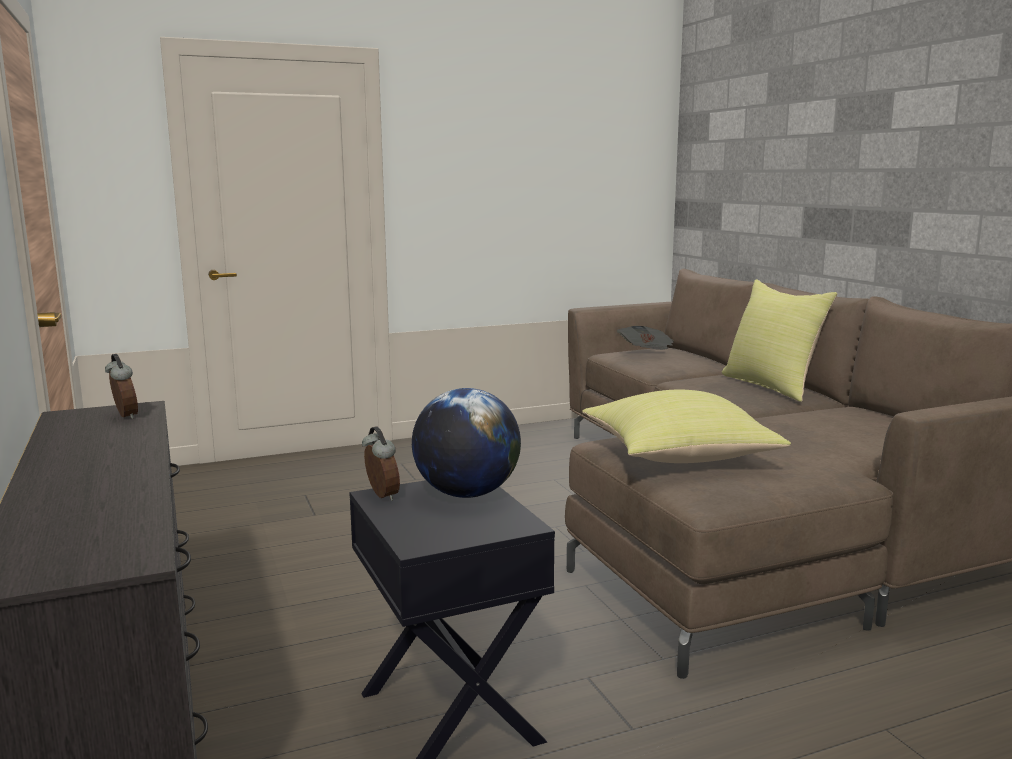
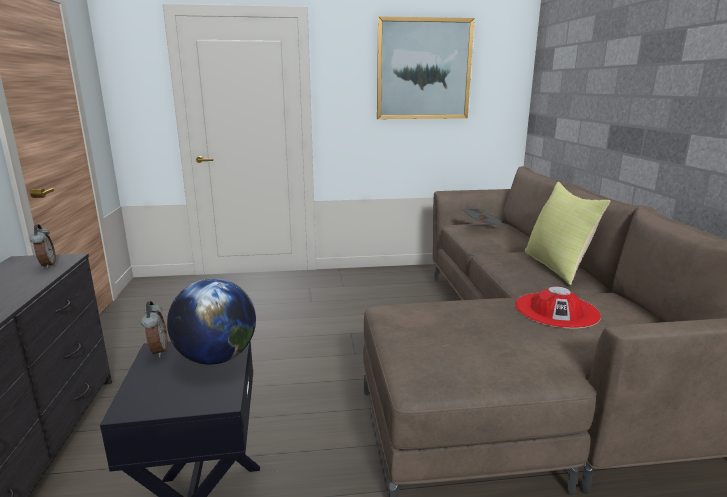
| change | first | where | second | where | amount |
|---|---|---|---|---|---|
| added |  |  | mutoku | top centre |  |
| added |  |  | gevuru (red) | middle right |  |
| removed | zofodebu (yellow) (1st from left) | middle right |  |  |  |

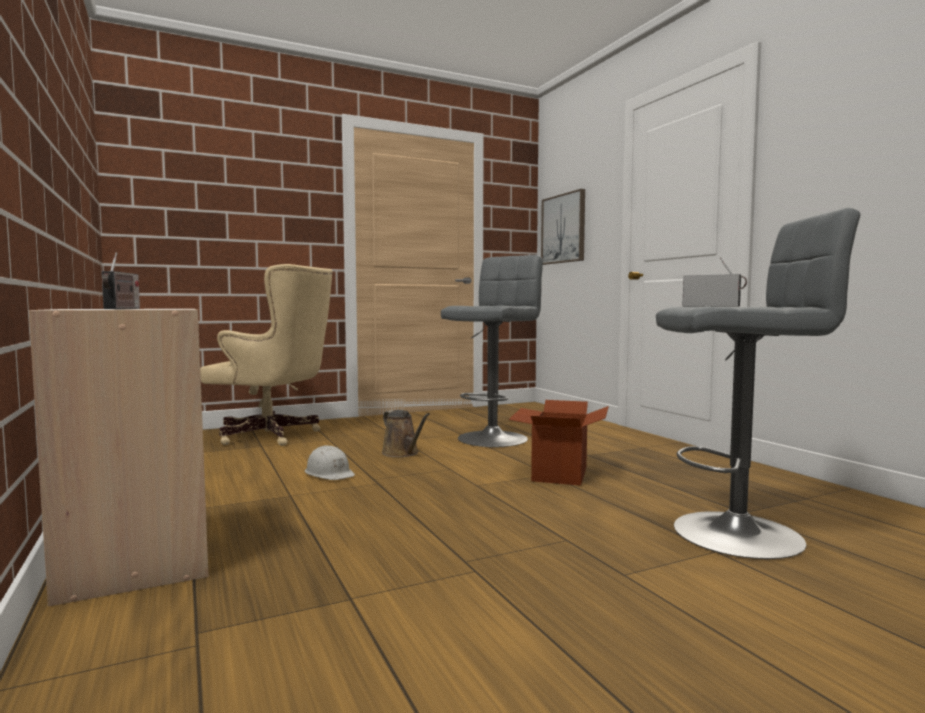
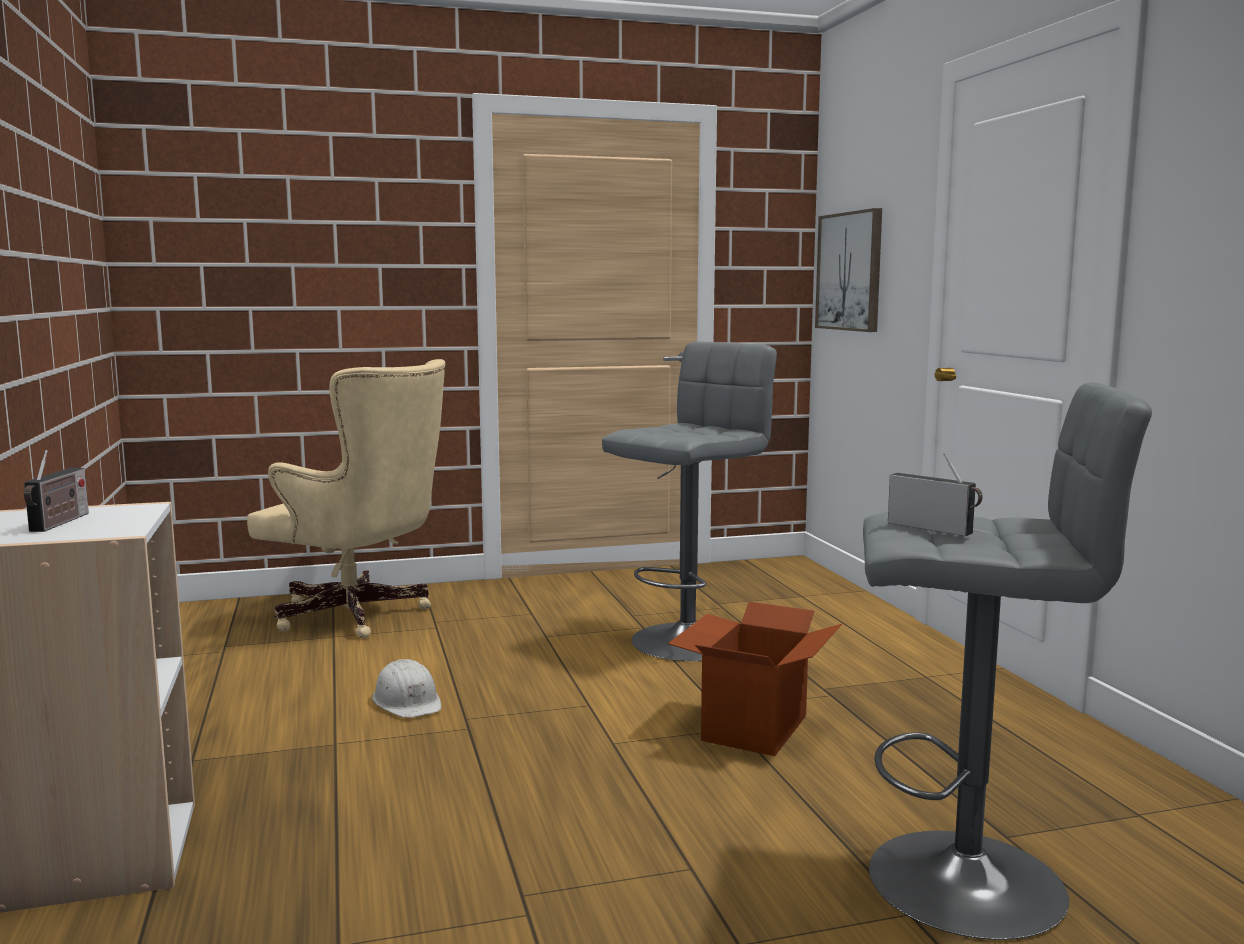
| change | first | where | second | where | amount |
|---|---|---|---|---|---|
| removed | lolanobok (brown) | centre |  |  |  |

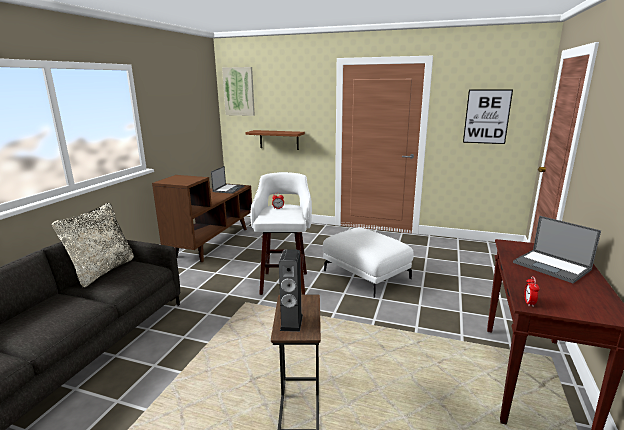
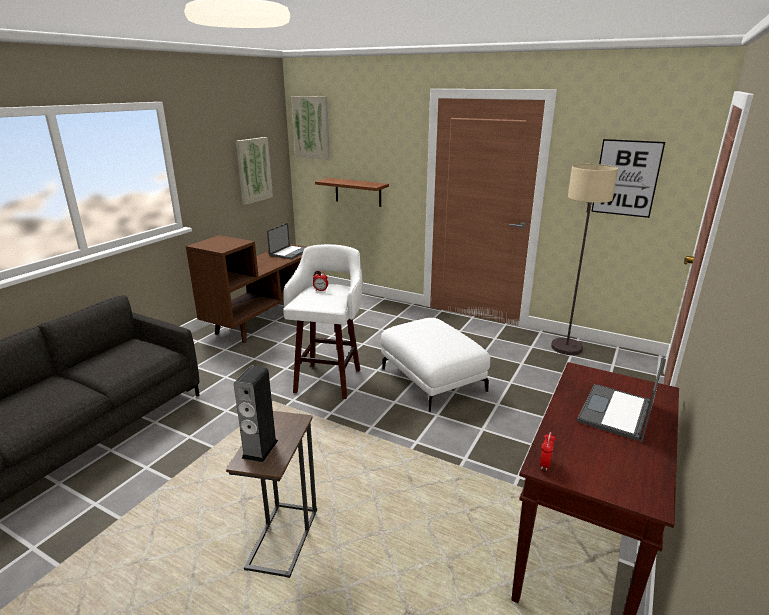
| change | first | where | second | where | amount |
|---|---|---|---|---|---|
| added |  |  | mutoku (1st from left) | top left |  |
| added |  |  | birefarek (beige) | middle right |  |
| turned | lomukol (2nd from left) | middle right |  | middle right | 60 degrees clockwise |
| removed | zofodebu (beige) | middle left |  |  |  |

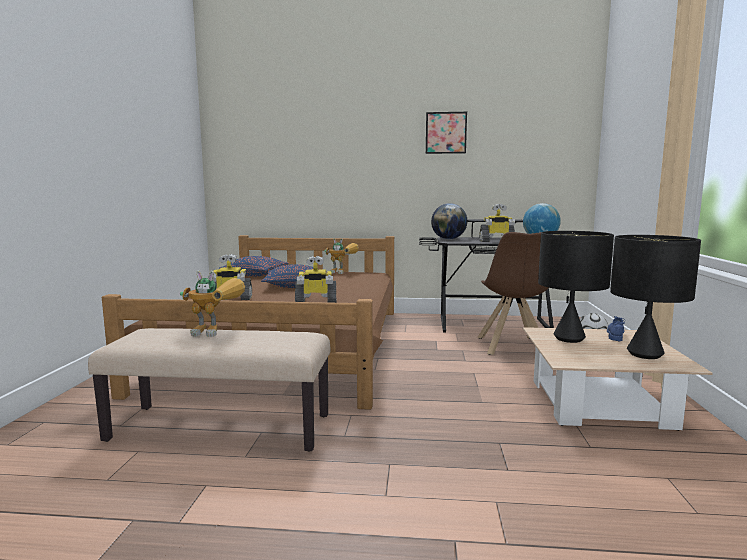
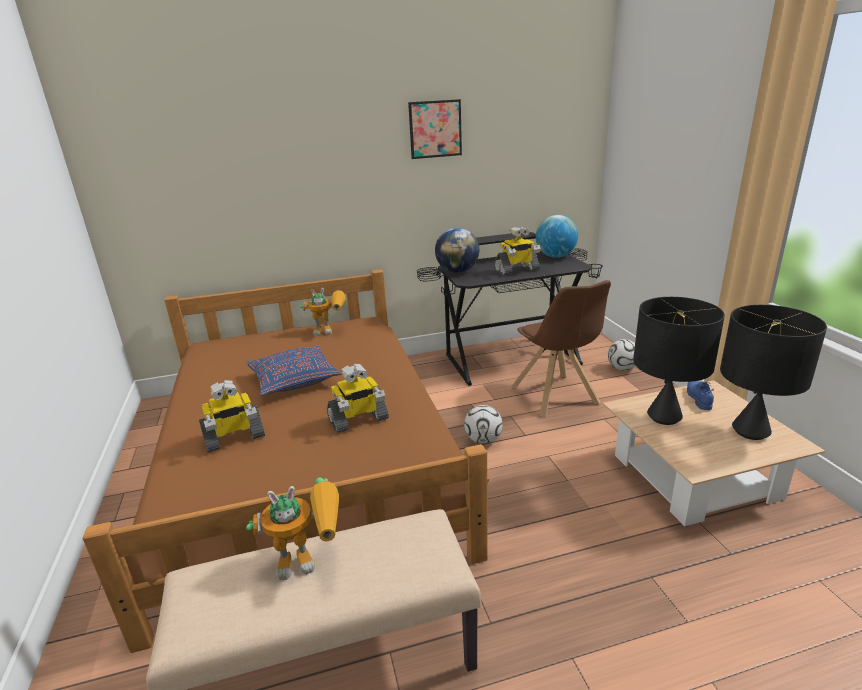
| change | first | where | second | where | amount |
|---|---|---|---|---|---|
| added |  |  | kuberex (1st from left) | centre |  |
| removed | zofodebu (blue) (1st from left) | centre |  |  |  |

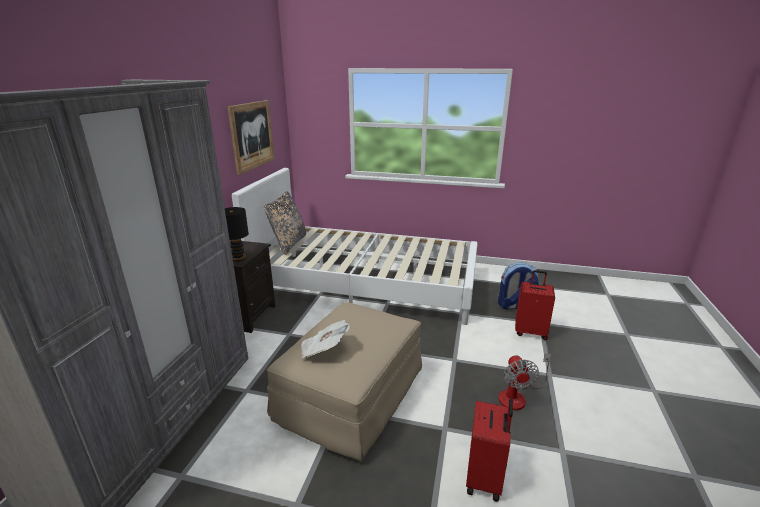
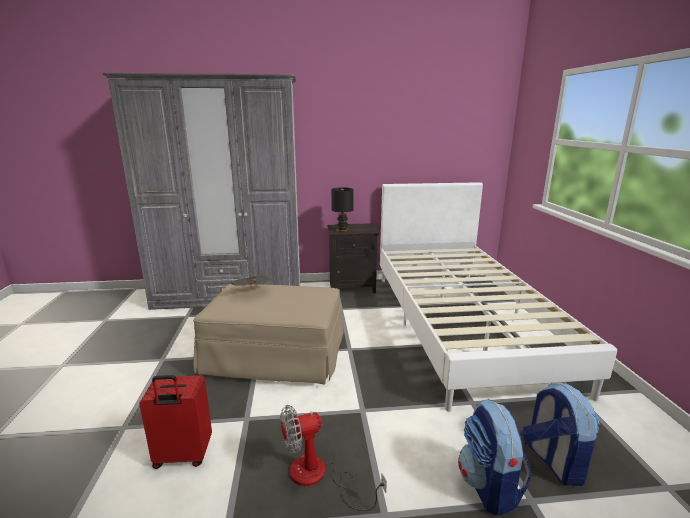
| change | first | where | second | where | amount |
|---|---|---|---|---|---|
| replaced | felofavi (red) (2nd from left) | middle right | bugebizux (1st from left) | bottom right |  |
| removed | mutoku | top left |  |  |  |
| removed | zofodebu (grey) | centre |  |  |  |

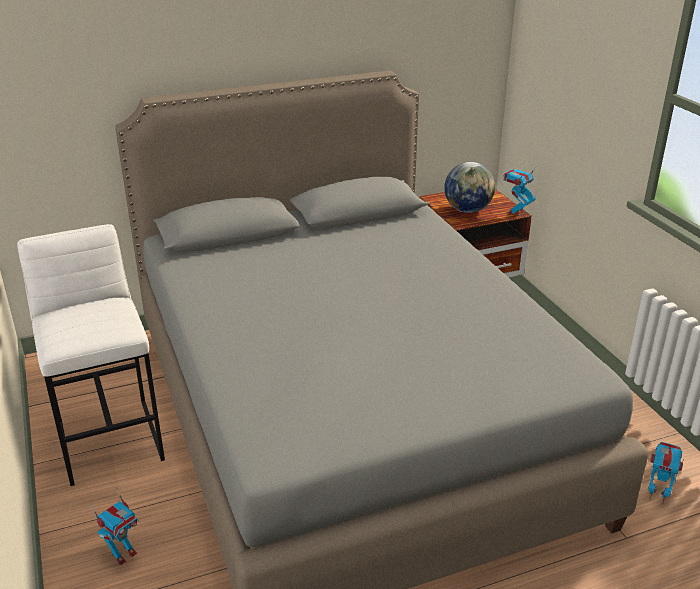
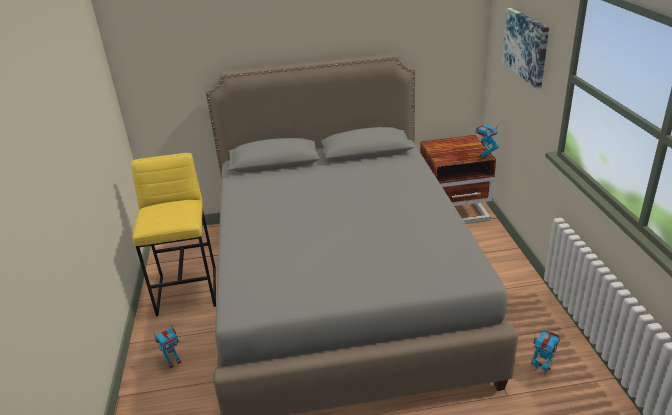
| change | first | where | second | where | amount |
|---|---|---|---|---|---|
| recoloured | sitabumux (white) | middle left | sitabumux (yellow) | middle left |  |
| added |  |  | mutoku | top right |  |
| removed | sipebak | top right |  |  |  |

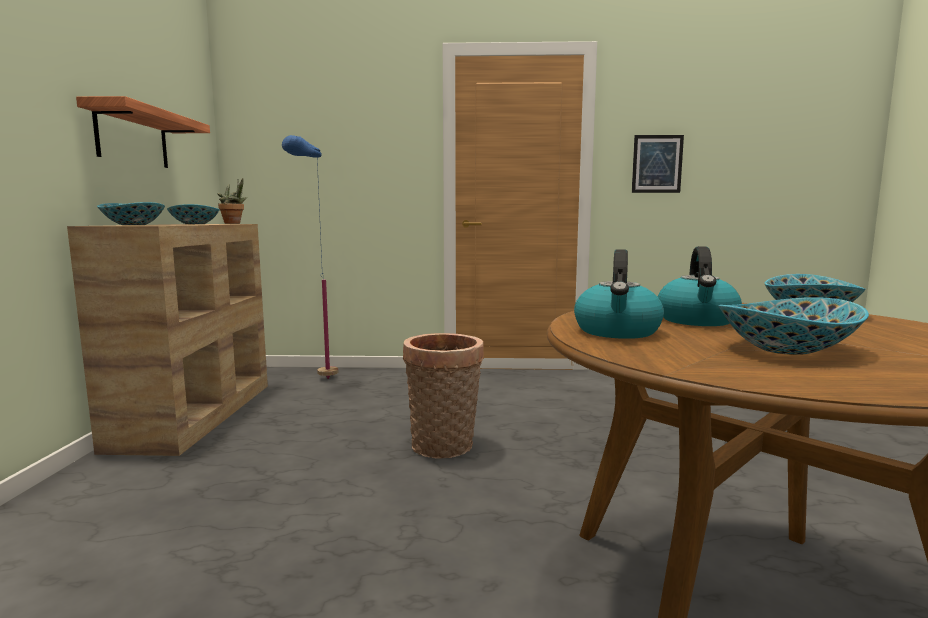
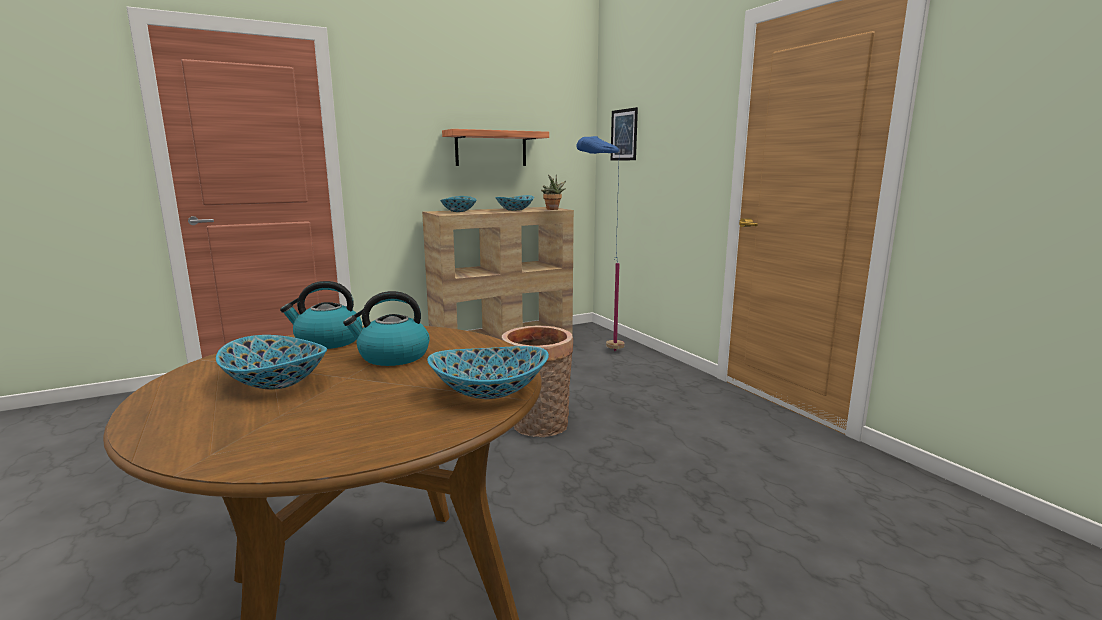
| change | first | where | second | where | amount |
|---|---|---|---|---|---|
| moved | mutoku | top right |  | top centre |  |

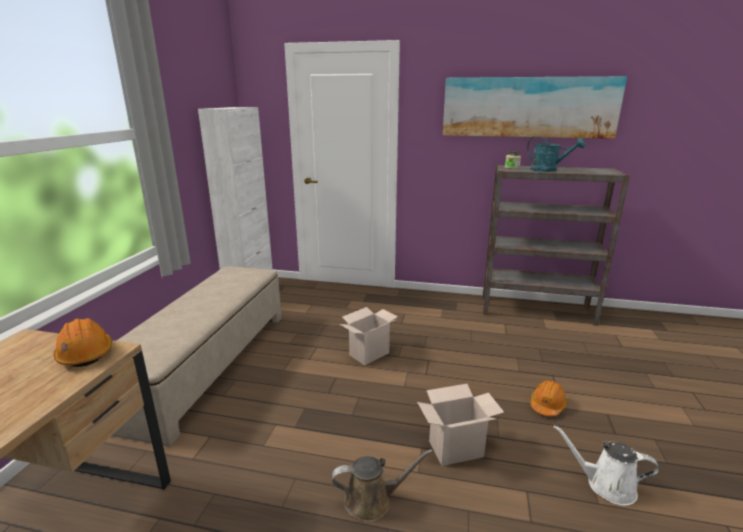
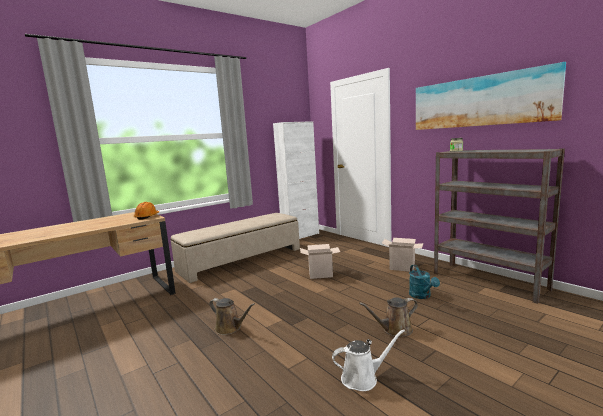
| change | first | where | second | where | amount |
|---|---|---|---|---|---|
| turned | lolanobok (white) | bottom right |  | bottom centre | 105 degrees clockwise |
| replaced | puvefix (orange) (2nd from left) | bottom right | lolanobok (brown) (2nd from left) | bottom centre |  |
| moved | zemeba (2nd from left) | bottom centre |  | middle right |  |
| moved | lolanobok (turquoise) | top right |  | bottom right |  |

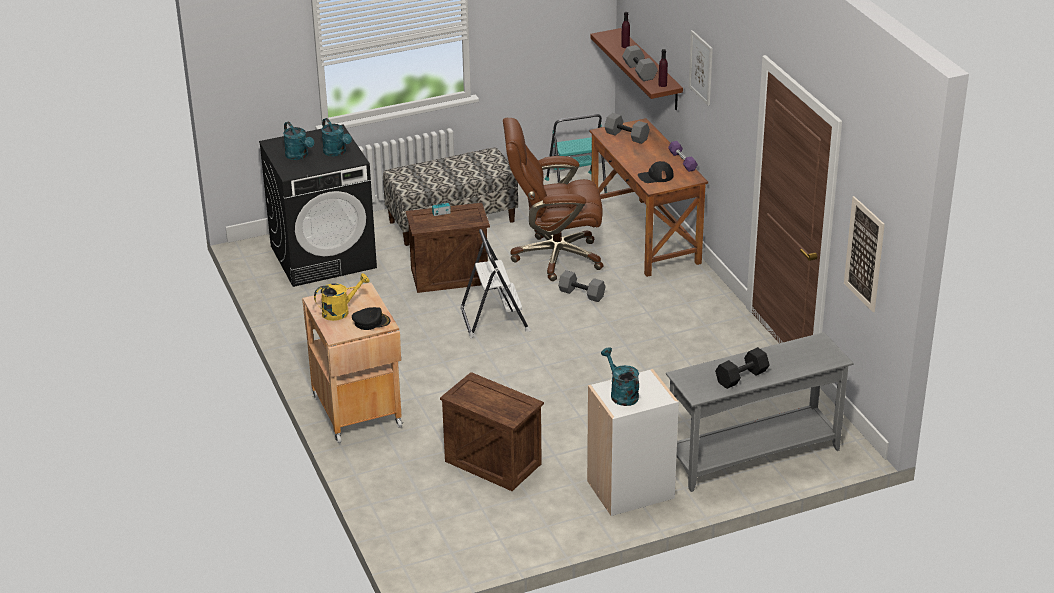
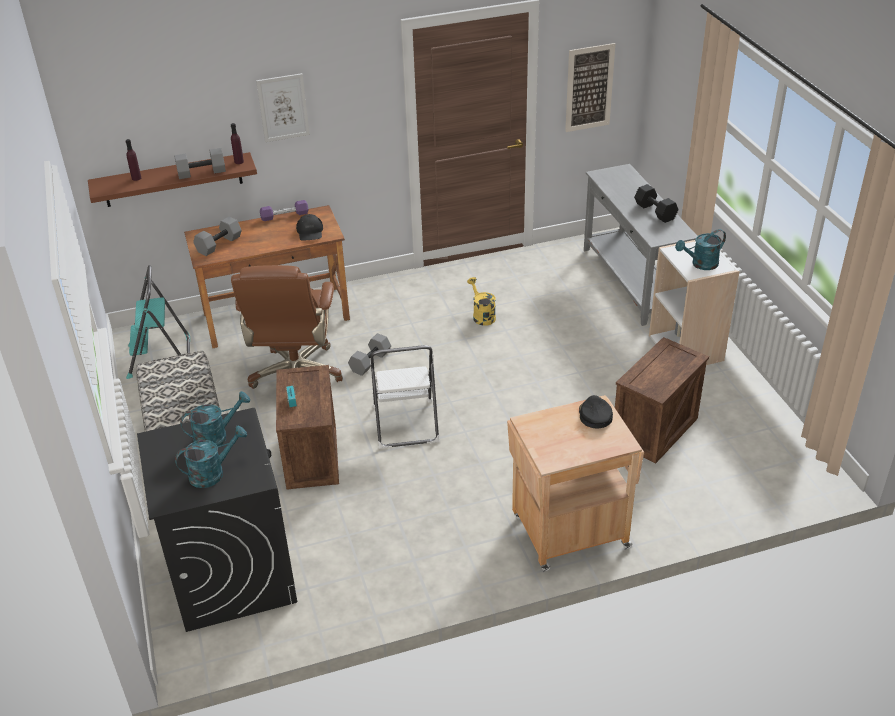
| change | first | where | second | where | amount |
|---|---|---|---|---|---|
| moved | lolanobok (yellow) | middle left |  | centre |  |

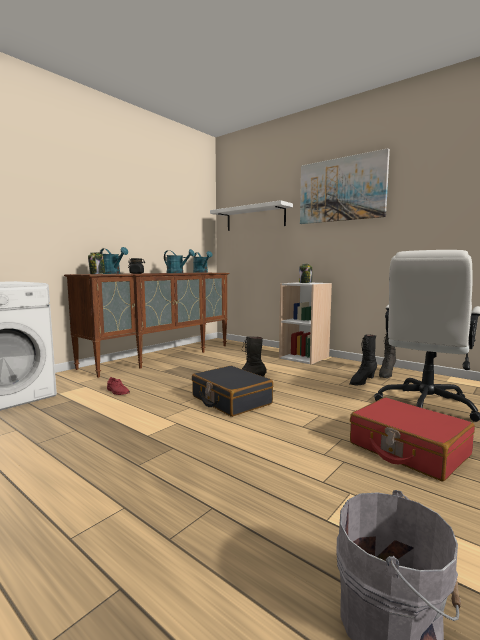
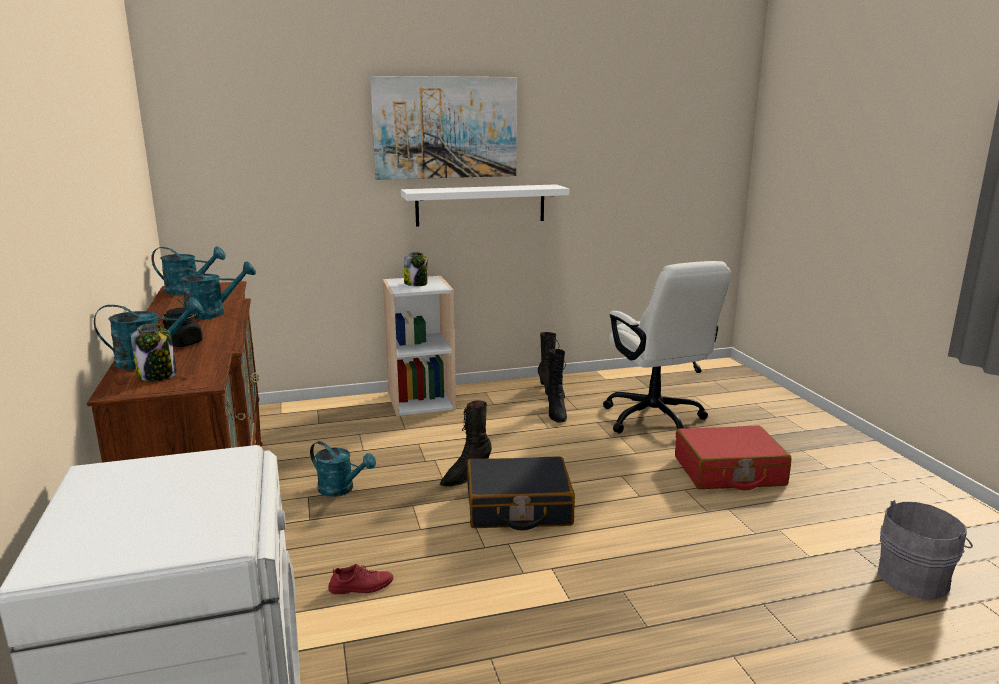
| change | first | where | second | where | amount |
|---|---|---|---|---|---|
| added |  |  | lolanobok (turquoise) (4th from left) | bottom centre |  |
| moved | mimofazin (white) | centre |  | top centre |  |

